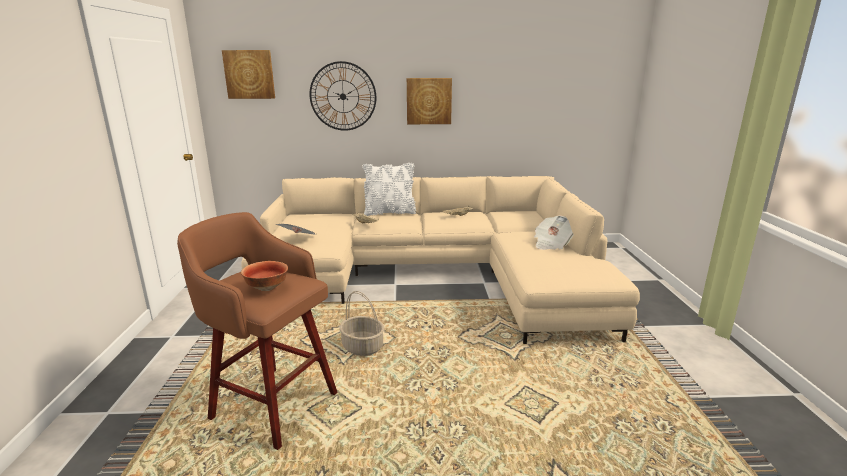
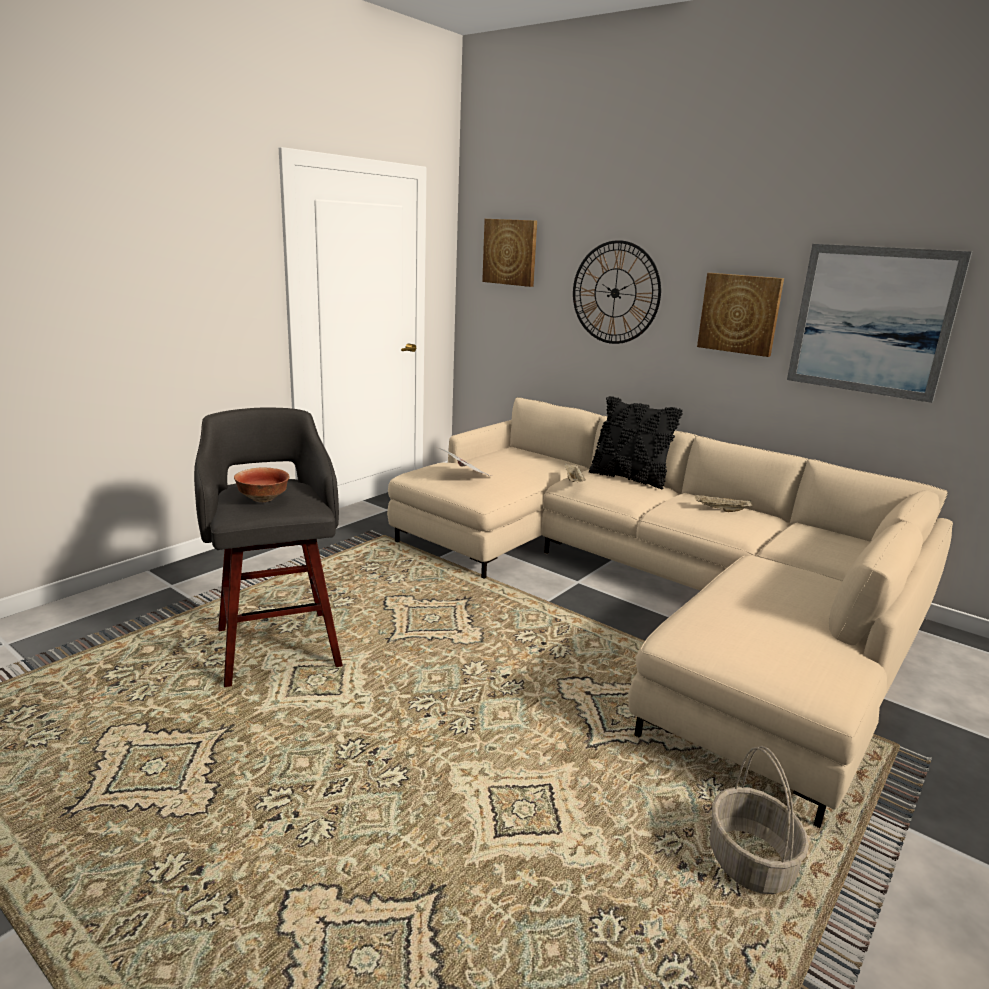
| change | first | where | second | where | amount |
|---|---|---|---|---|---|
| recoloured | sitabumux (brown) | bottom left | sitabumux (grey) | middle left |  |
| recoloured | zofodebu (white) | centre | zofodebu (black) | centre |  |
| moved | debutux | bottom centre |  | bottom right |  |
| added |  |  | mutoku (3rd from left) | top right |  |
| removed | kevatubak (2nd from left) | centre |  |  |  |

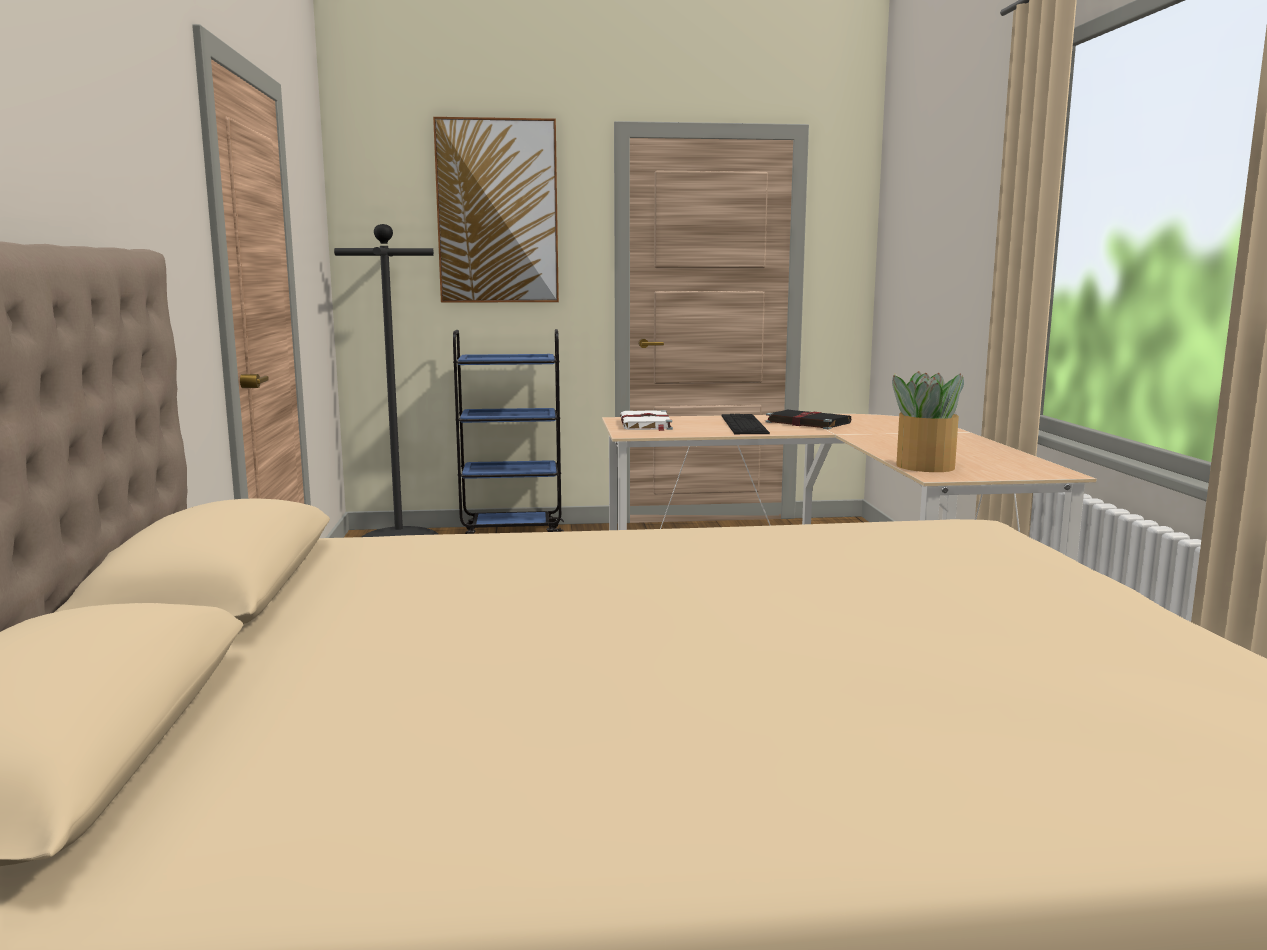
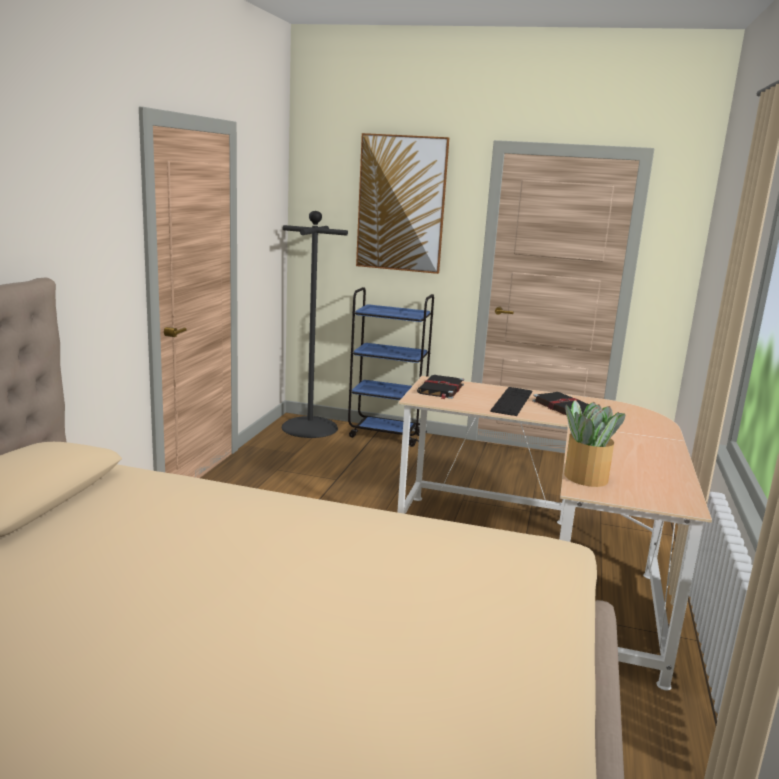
| change | first | where | second | where | amount |
|---|---|---|---|---|---|
| recoloured | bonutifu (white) | centre | bonutifu (black) (1st from left) | centre |  |

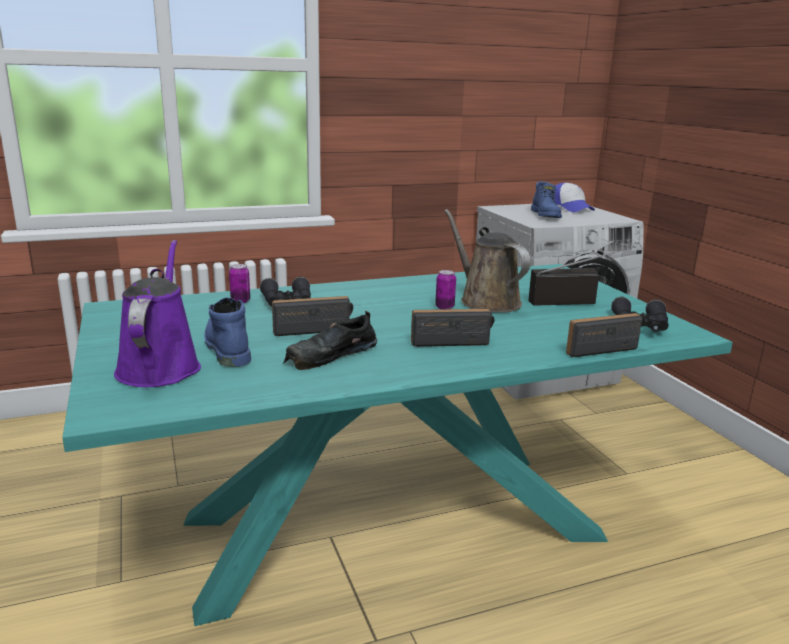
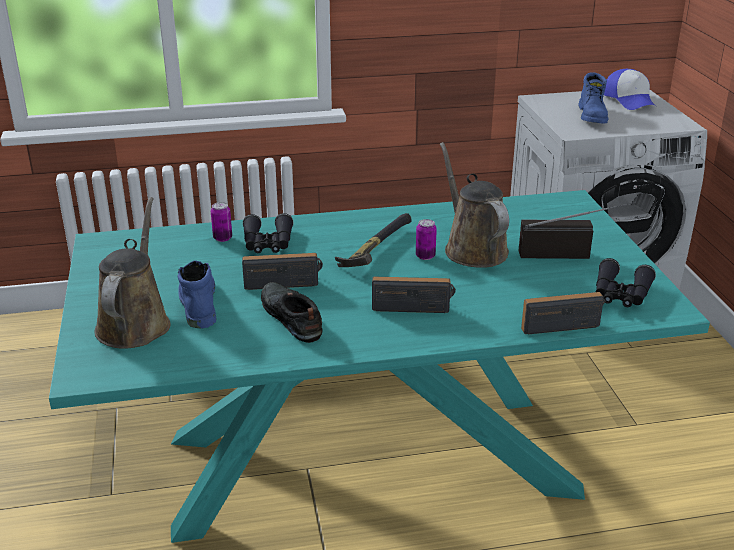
| change | first | where | second | where | amount |
|---|---|---|---|---|---|
| recoloured | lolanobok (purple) | middle left | lolanobok (brown) (1st from left) | middle left |  |
| turned | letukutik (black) | centre |  | centre | 90 degrees clockwise |
| added |  |  | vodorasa | centre |  |

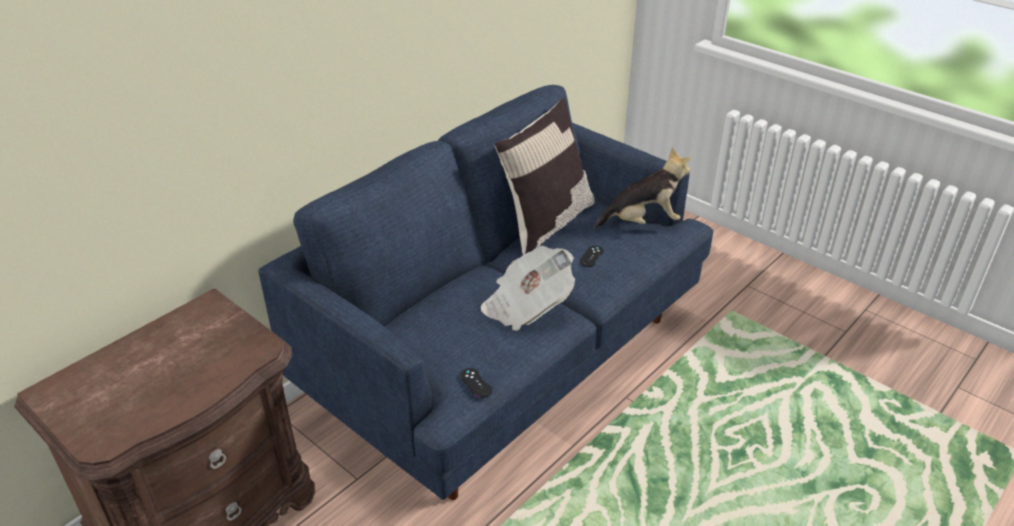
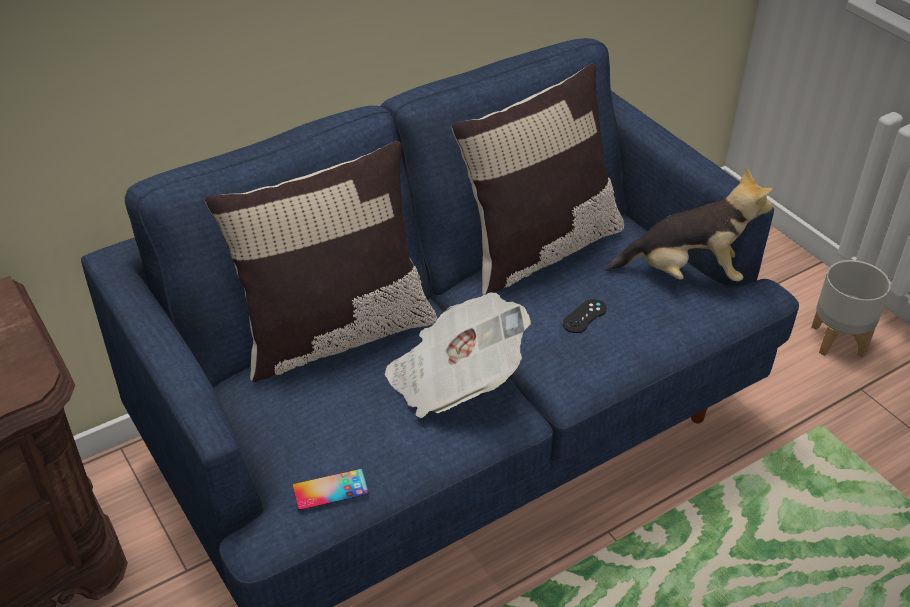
| change | first | where | second | where | amount |
|---|---|---|---|---|---|
| added |  |  | zofodebu (1st from left) | centre |  |
| replaced | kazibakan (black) (1st from left) | bottom centre | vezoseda | bottom centre |  |
| added |  |  | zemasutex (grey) | middle right |  |

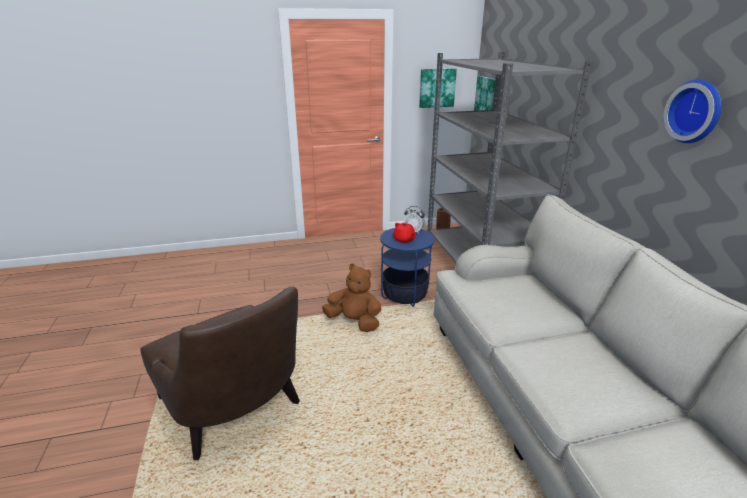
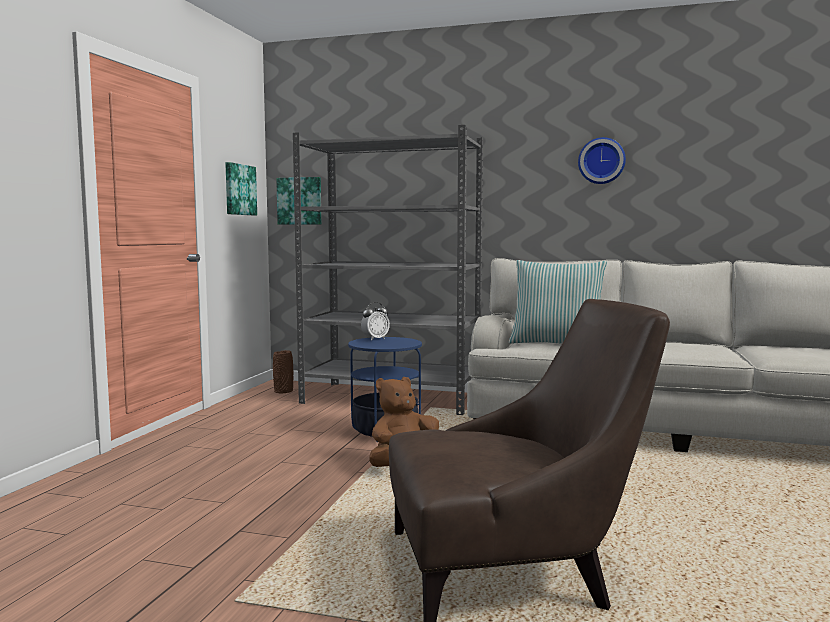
| change | first | where | second | where | amount |
|---|---|---|---|---|---|
| added |  |  | zofodebu | middle right |  |
| removed | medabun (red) | centre |  |  |  |

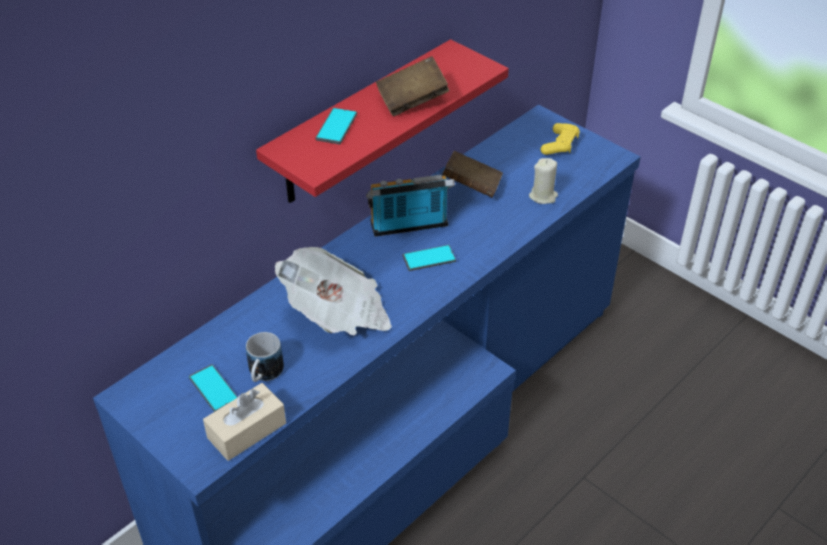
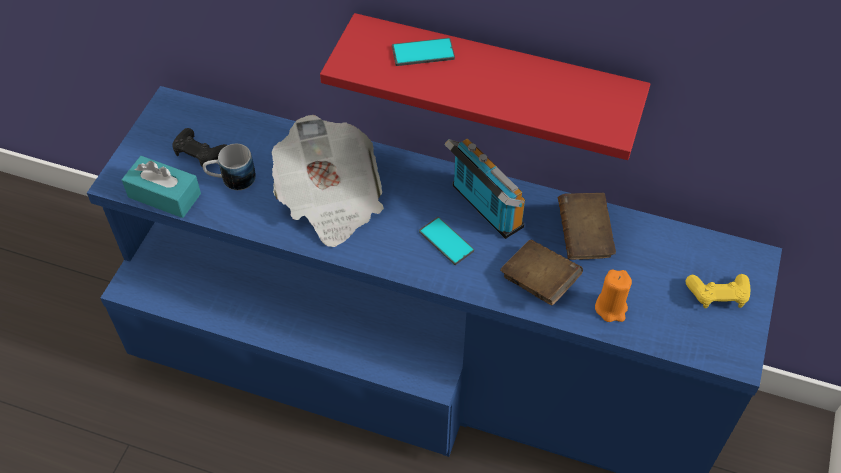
| change | first | where | second | where | amount |
|---|---|---|---|---|---|
| recoloured | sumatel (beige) | bottom left | sumatel (turquoise) | middle left |  |
| replaced | vezoseda (1st from left) | bottom left | kazibakan (black) | top left |  |
| moved | bonutifu (brown) (1st from left) | top centre |  | centre |  |
| recoloured | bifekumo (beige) | top centre | bifekumo (orange) | middle right |  |

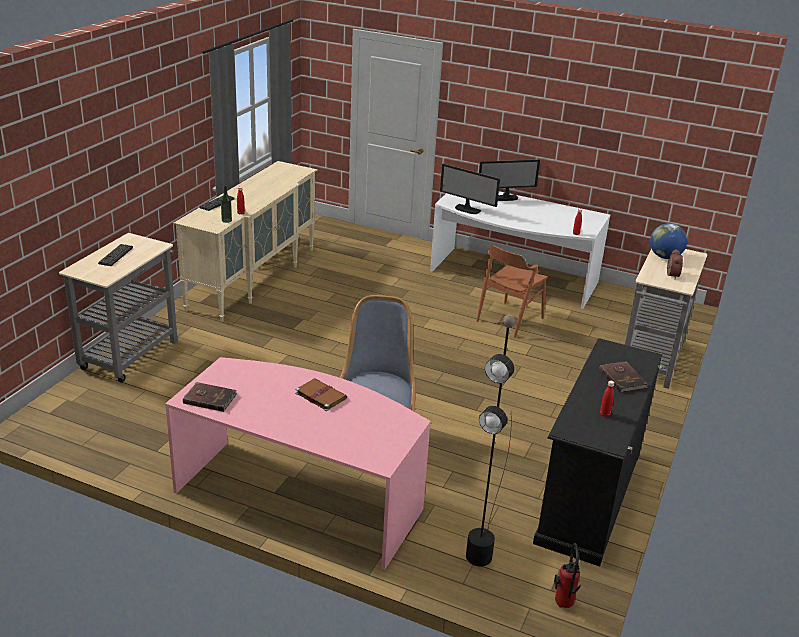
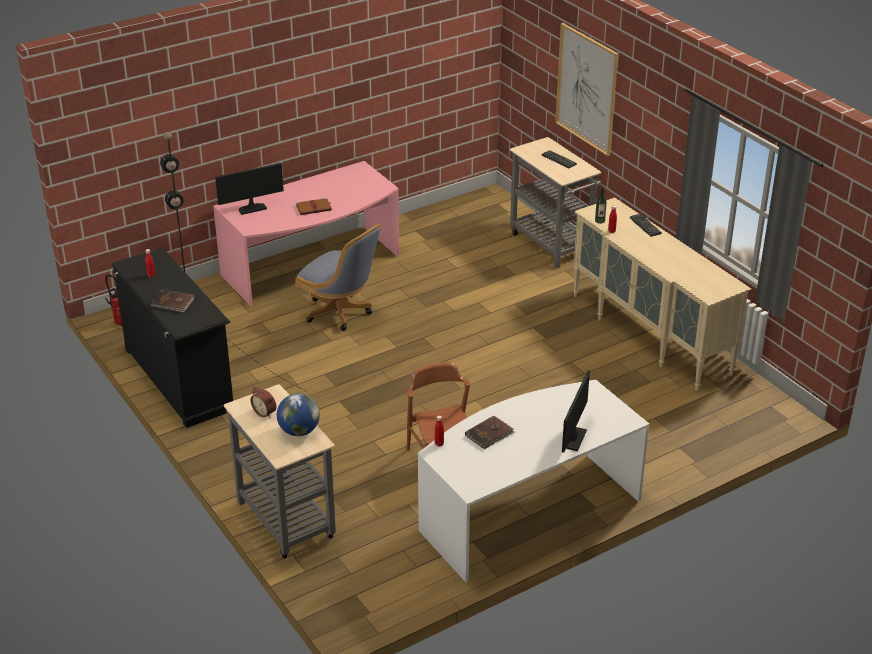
| change | first | where | second | where | amount |
|---|---|---|---|---|---|
| moved | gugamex (1st from left) | top centre |  | top left |  |
| moved | bonutifu (brown) (1st from left in the first image) | middle left | bonutifu (brown) (3rd from left) | centre |  |
| added |  |  | mutoku | top right |  |

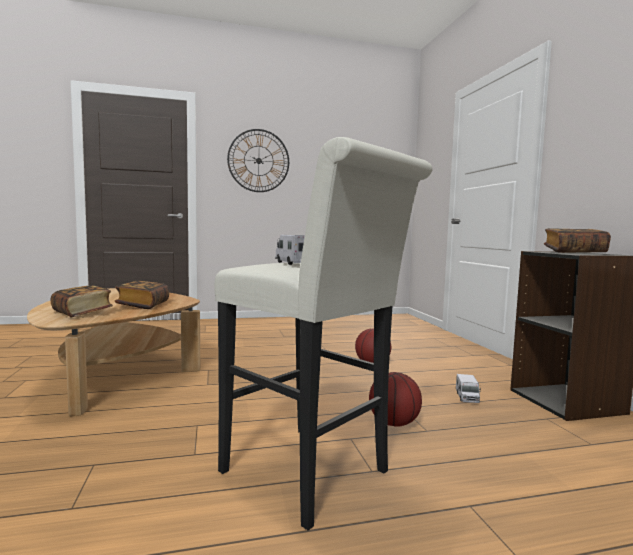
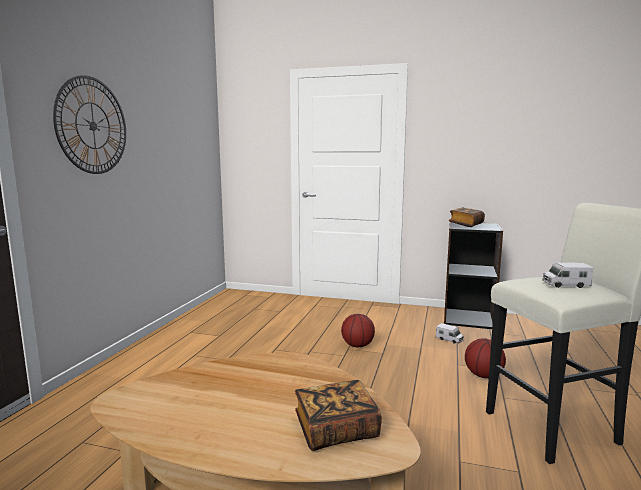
| change | first | where | second | where | amount |
|---|---|---|---|---|---|
| removed | bonutifu (2nd from left) | middle left |  |  |  |

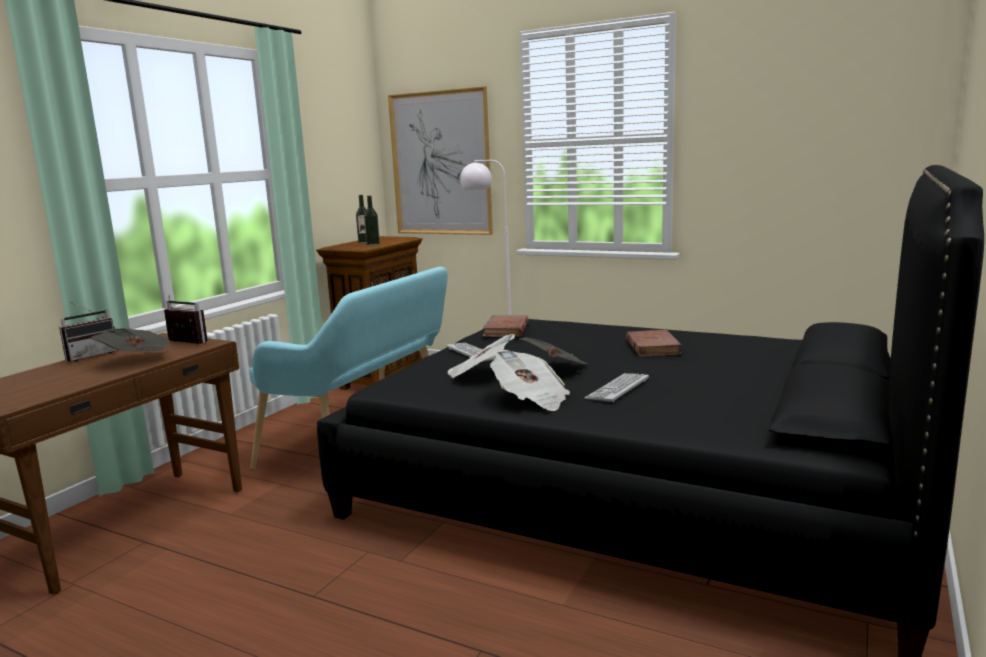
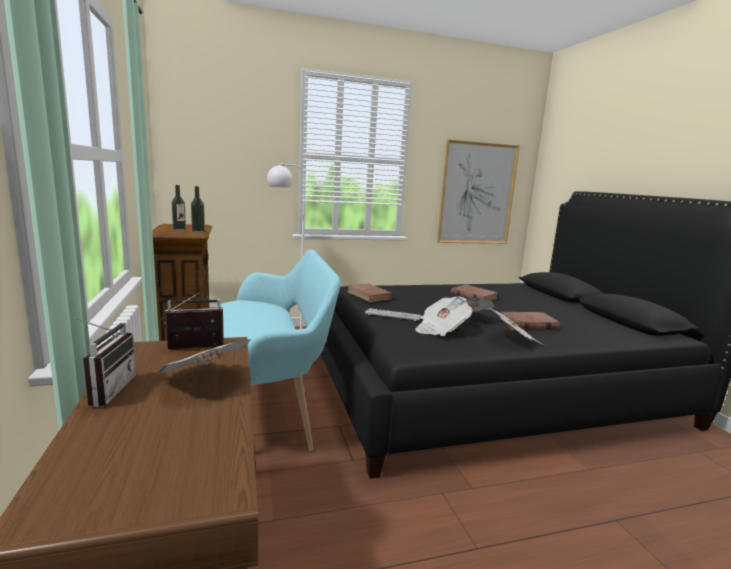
| change | first | where | second | where | amount |
|---|---|---|---|---|---|
| moved | mutoku | top centre |  | centre |  |
| replaced | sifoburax (2nd from left) | centre | bonutifu (brown) (3rd from left) | middle right |  |

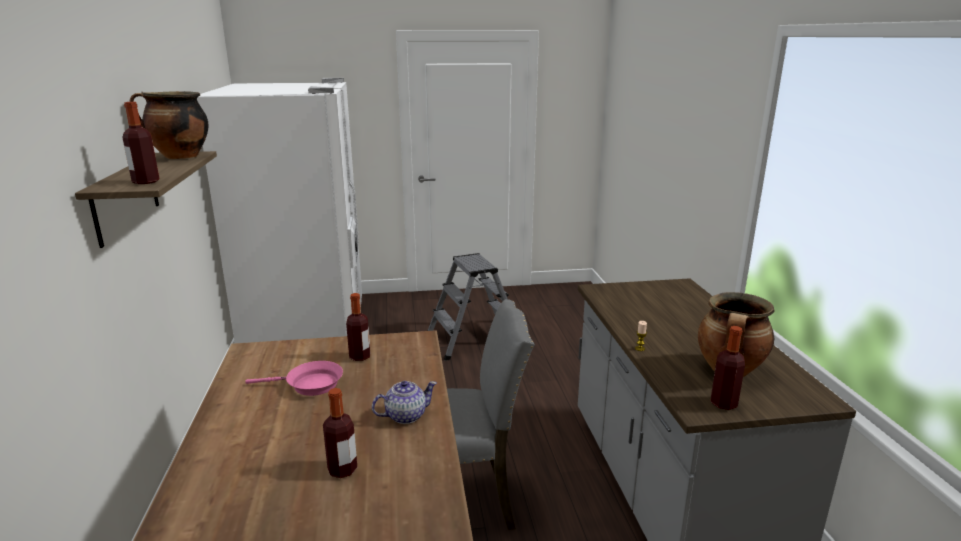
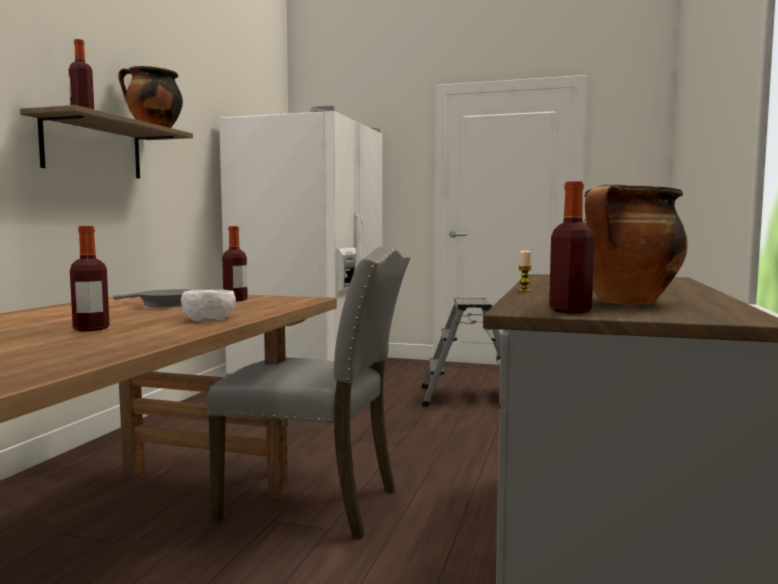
| change | first | where | second | where | amount |
|---|---|---|---|---|---|
| recoloured | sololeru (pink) | bottom left | sololeru (grey) | middle left |  |
| replaced | medabun | bottom centre | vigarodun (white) | middle left |  |

